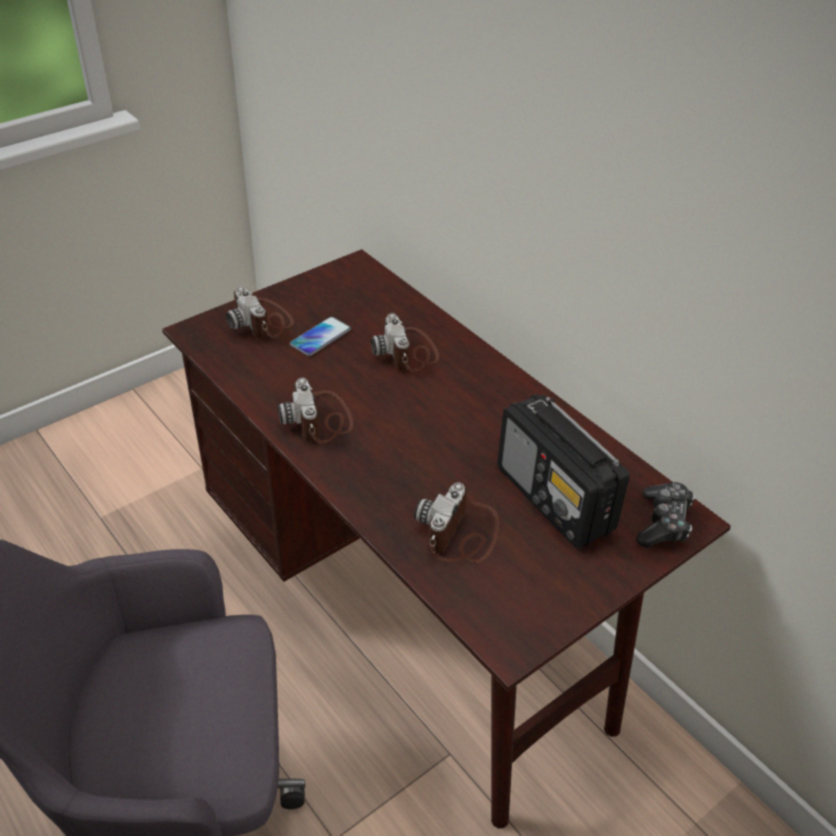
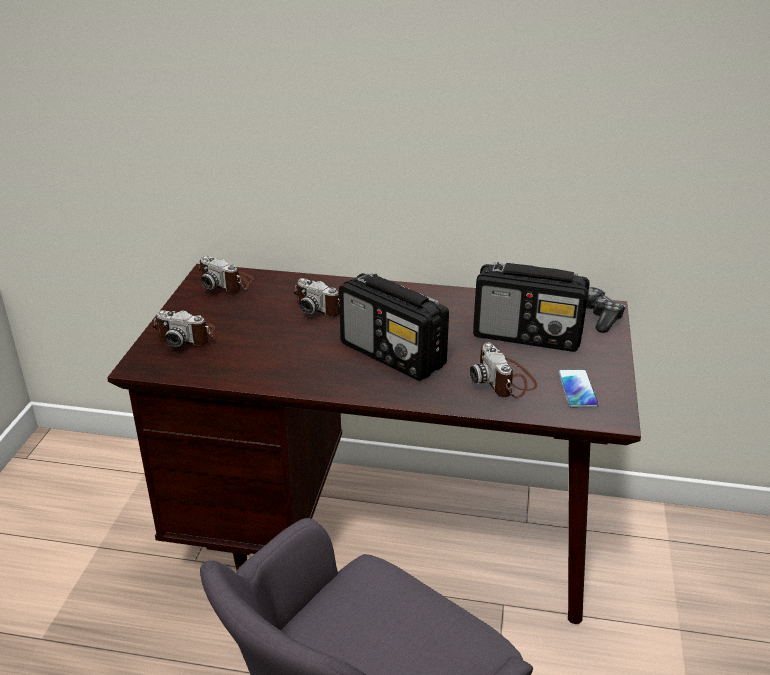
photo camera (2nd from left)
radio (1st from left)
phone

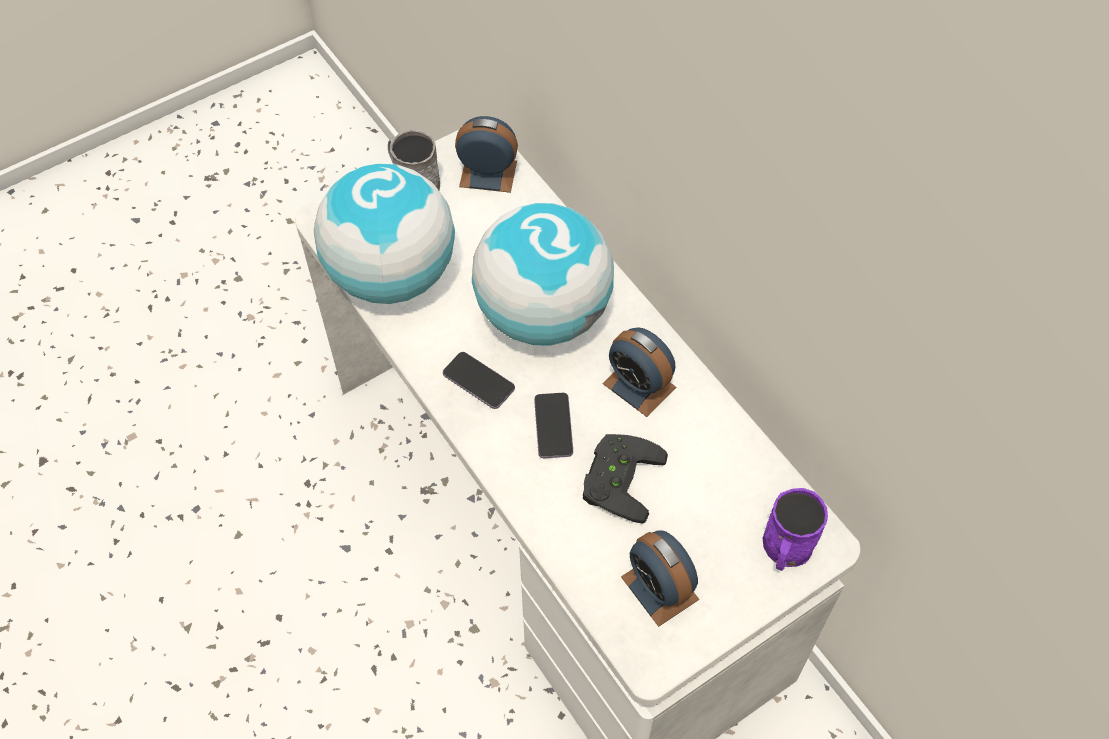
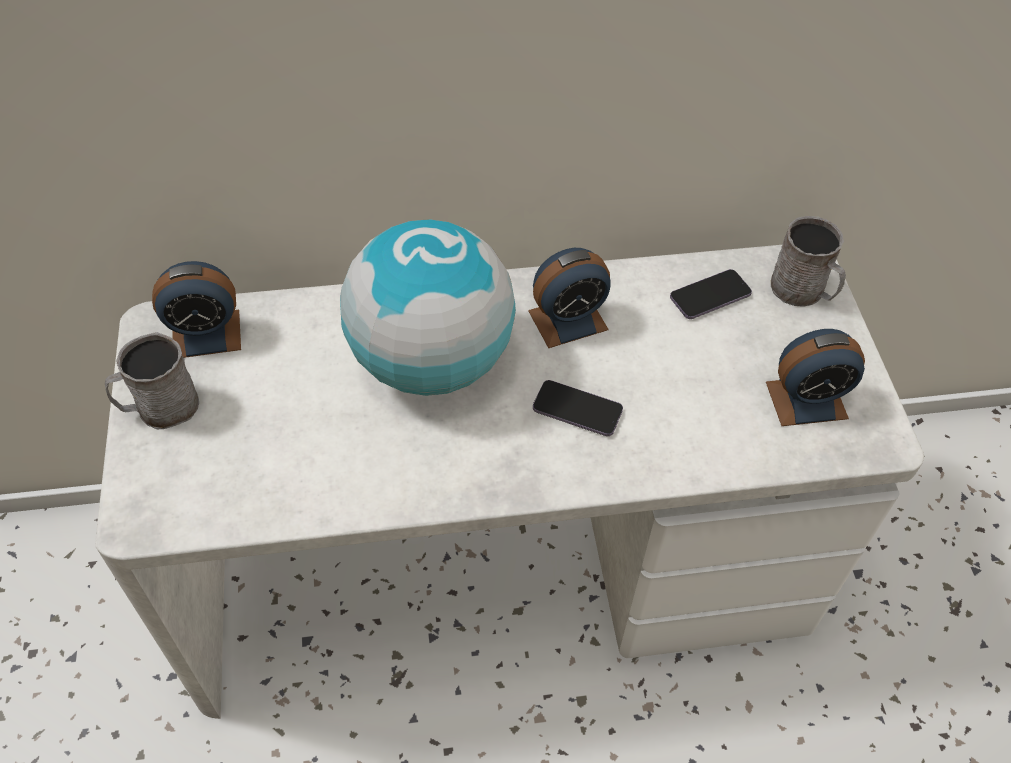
alarm clock (1st from left)
phone (2nd from left)
grey mug (2nd from left)
globe (1st from left in the first image)
black game controller

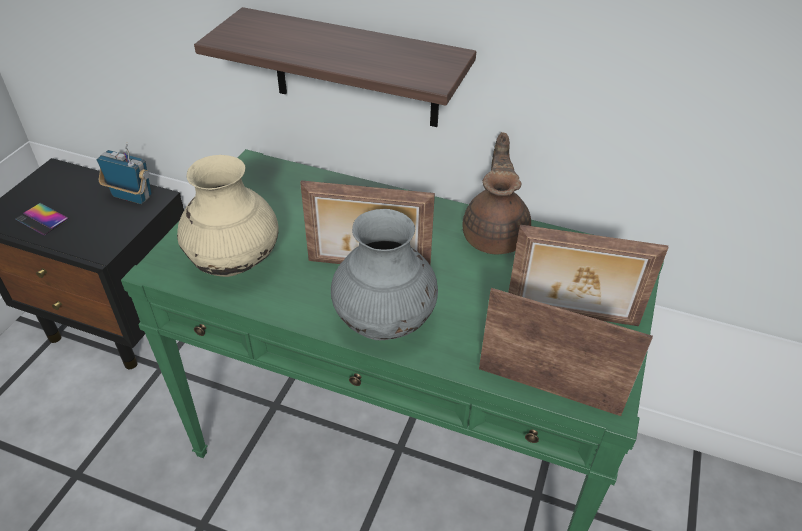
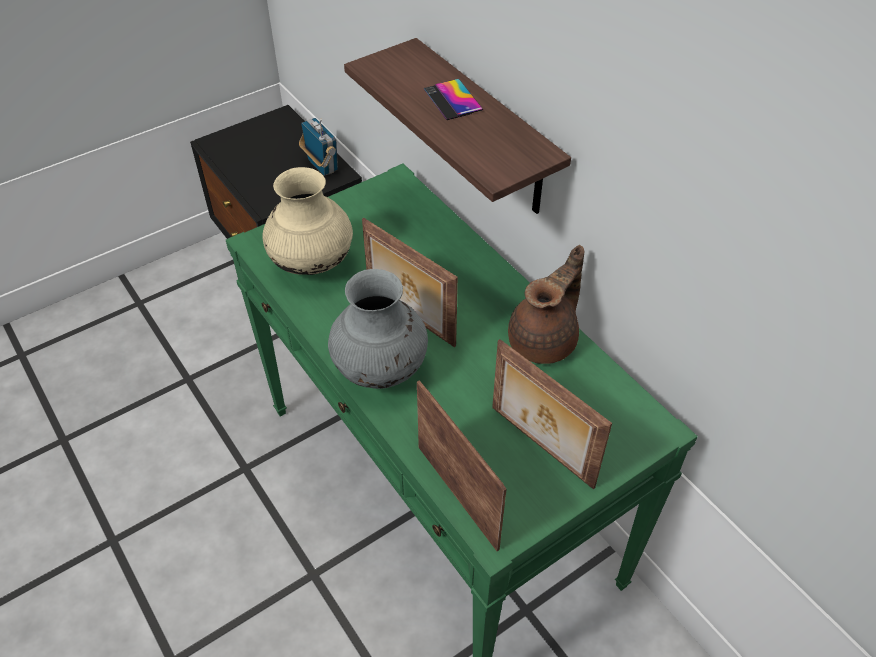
phone

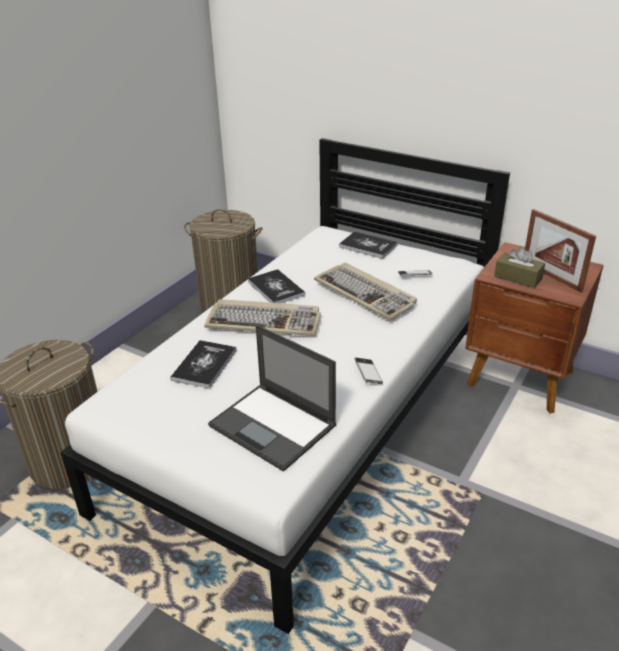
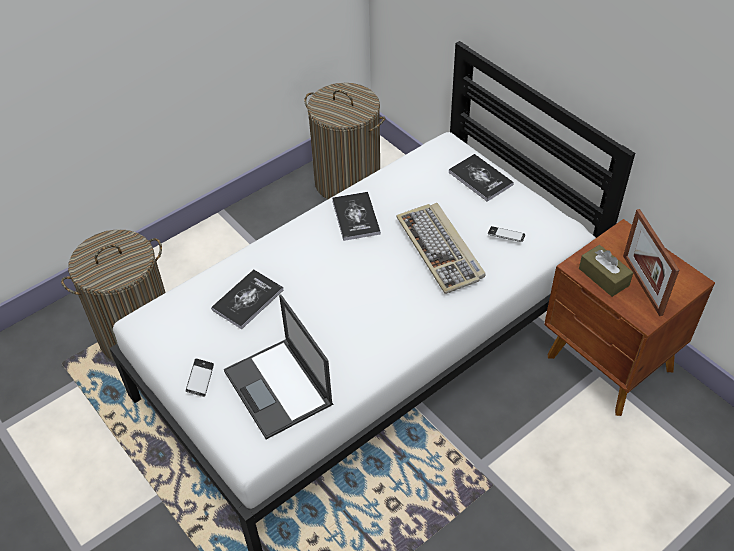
phone (1st from left)
keyboard (1st from left in the first image)

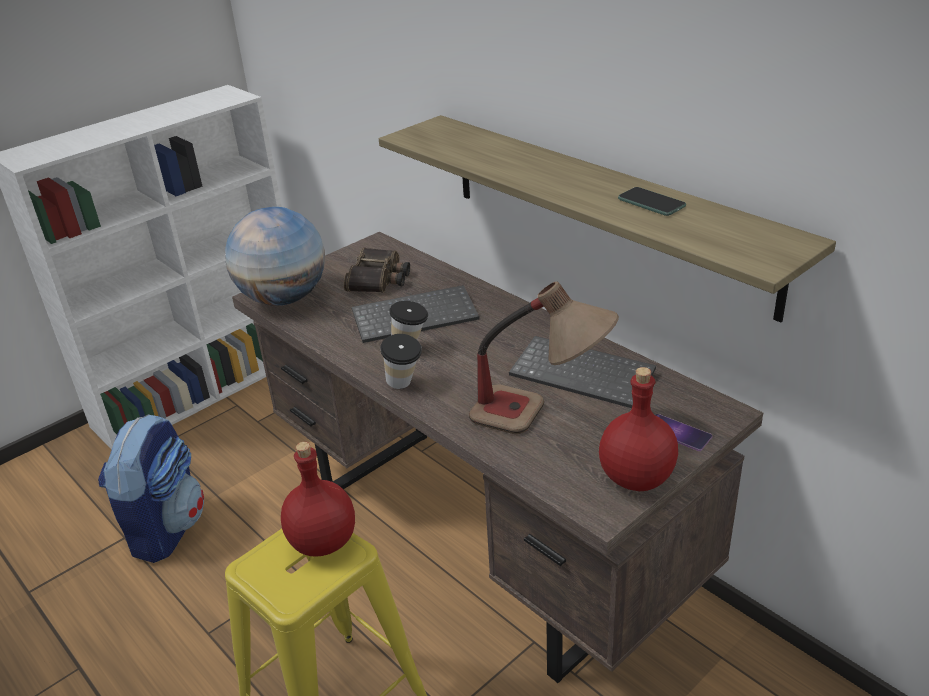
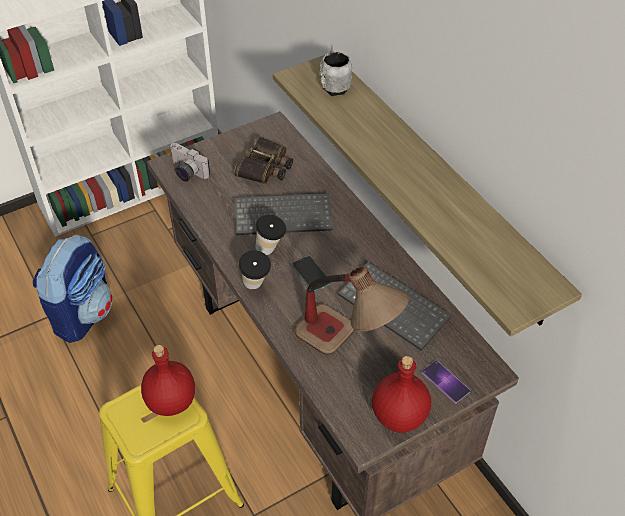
photo camera
phone (1st from left)
grey mug

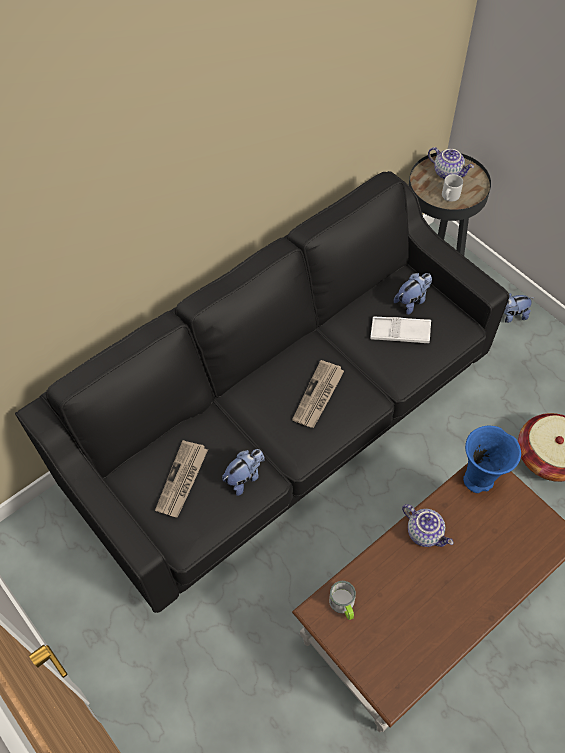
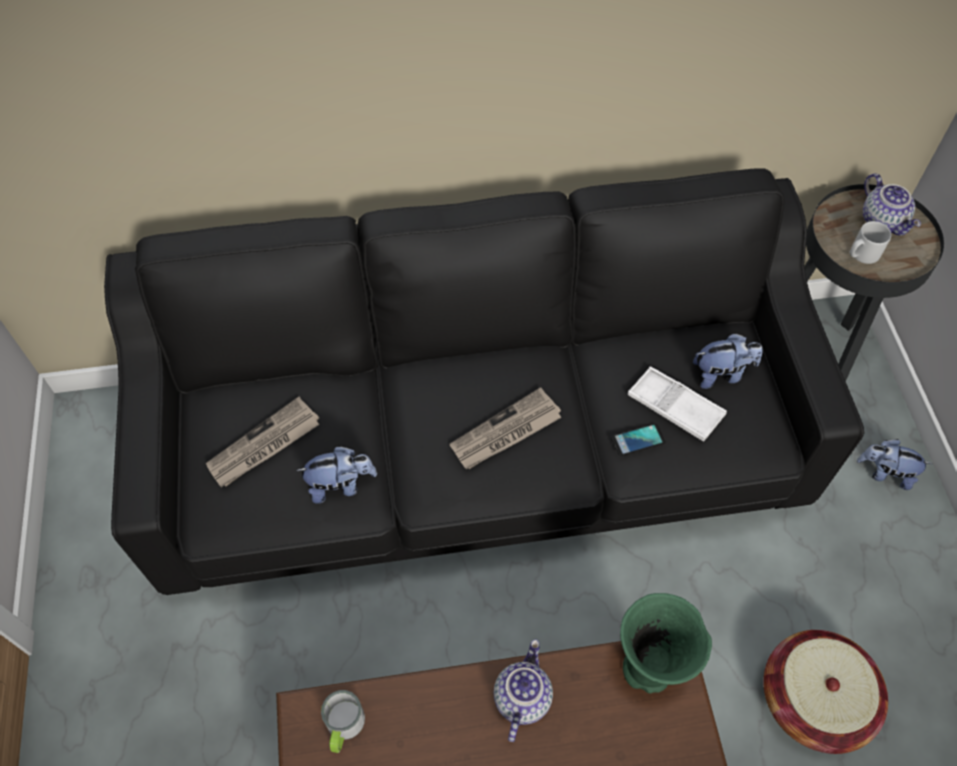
teapot (1st from left)
phone
green vase

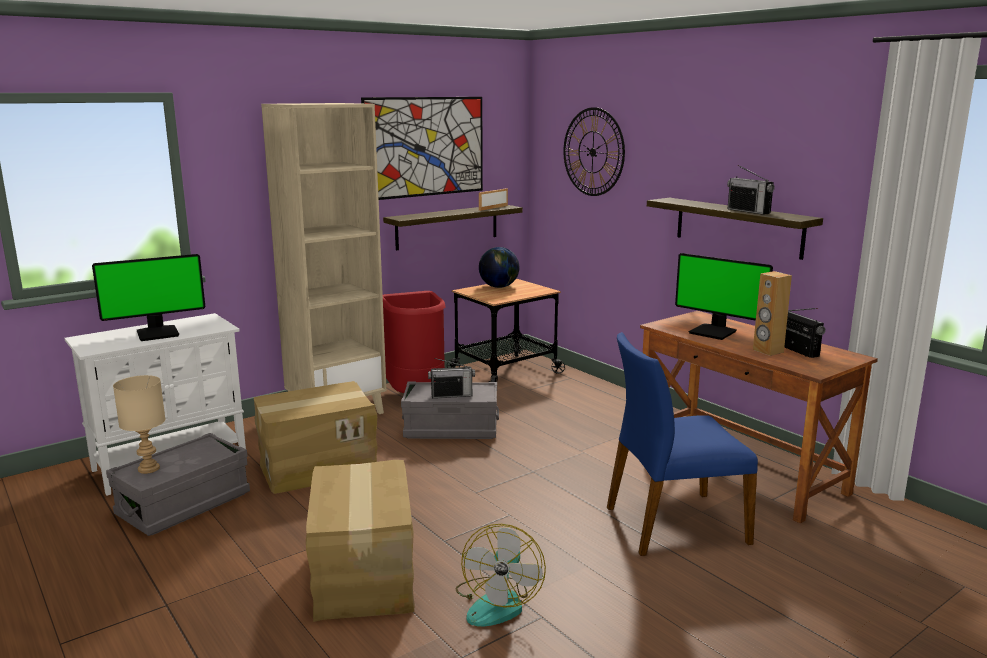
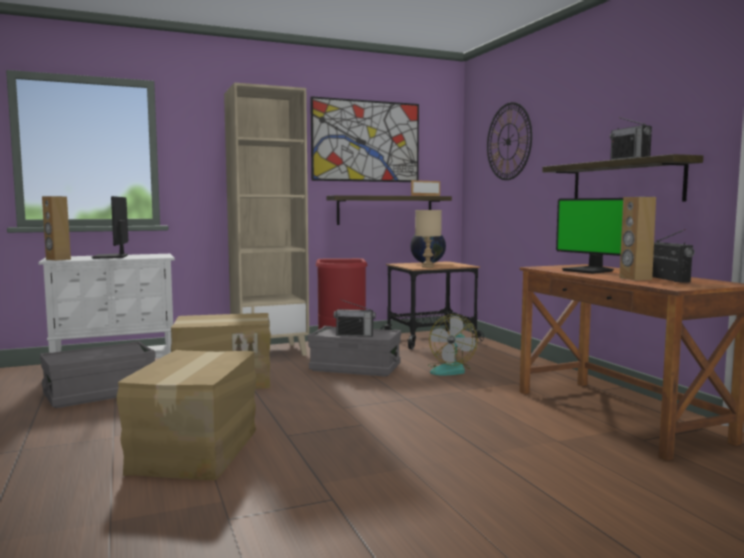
brown speaker (1st from left)
monitor (1st from left)
beige table lamp
fan
blue chair

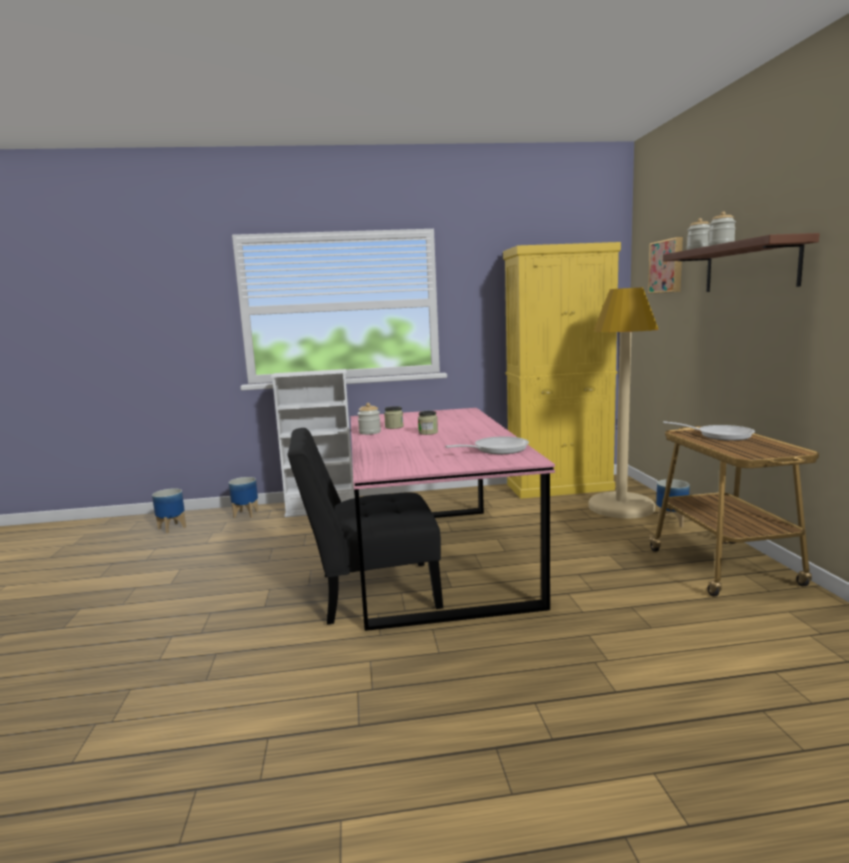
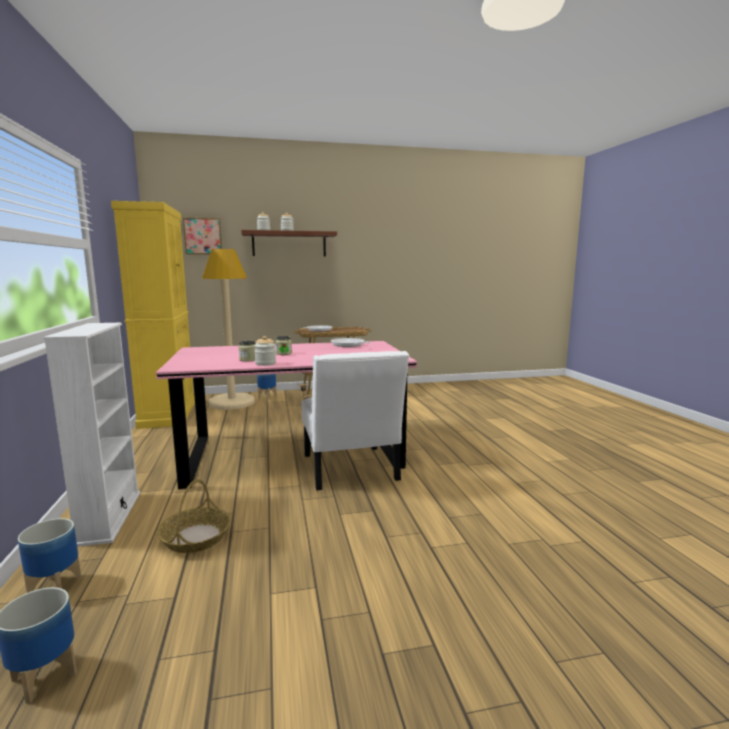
basket
white chair

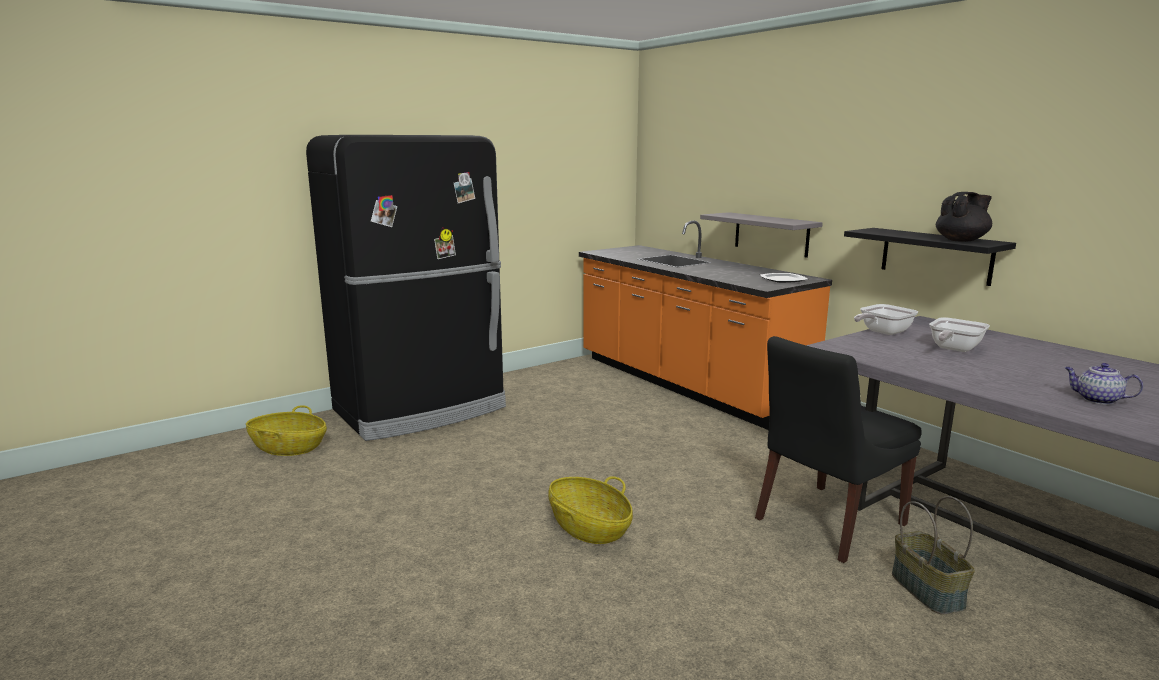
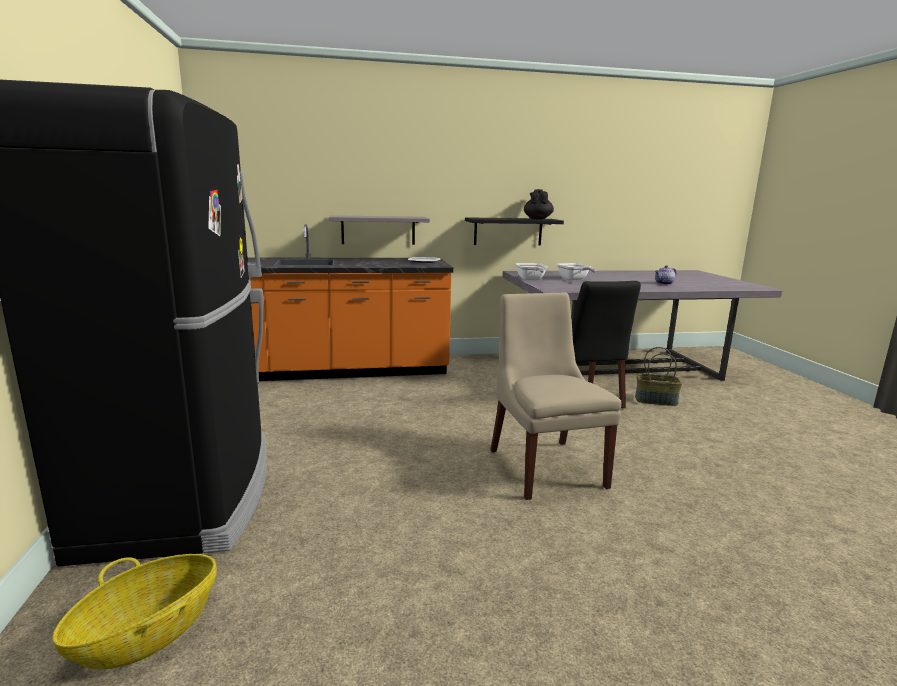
beige chair

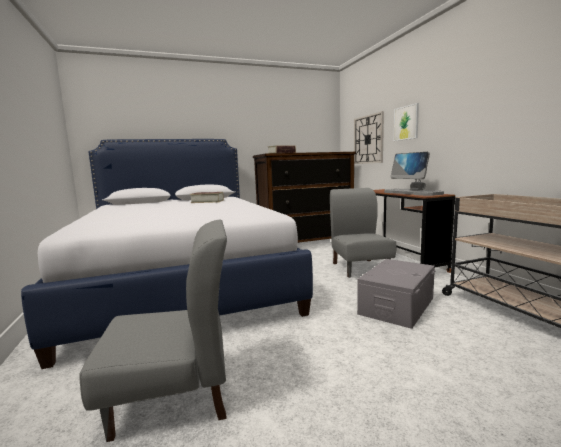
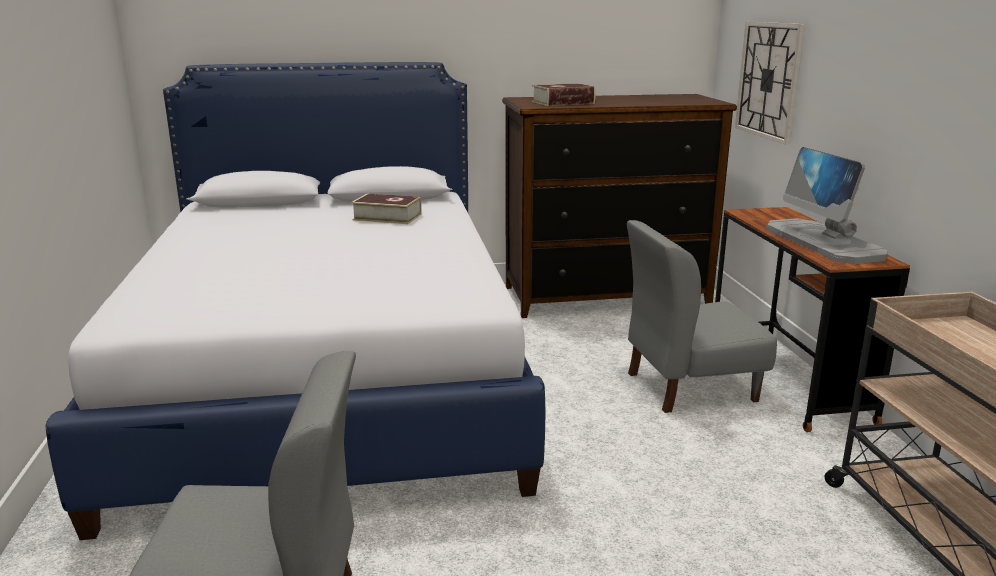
grey chair (2nd from left)
grey storage box
picture

